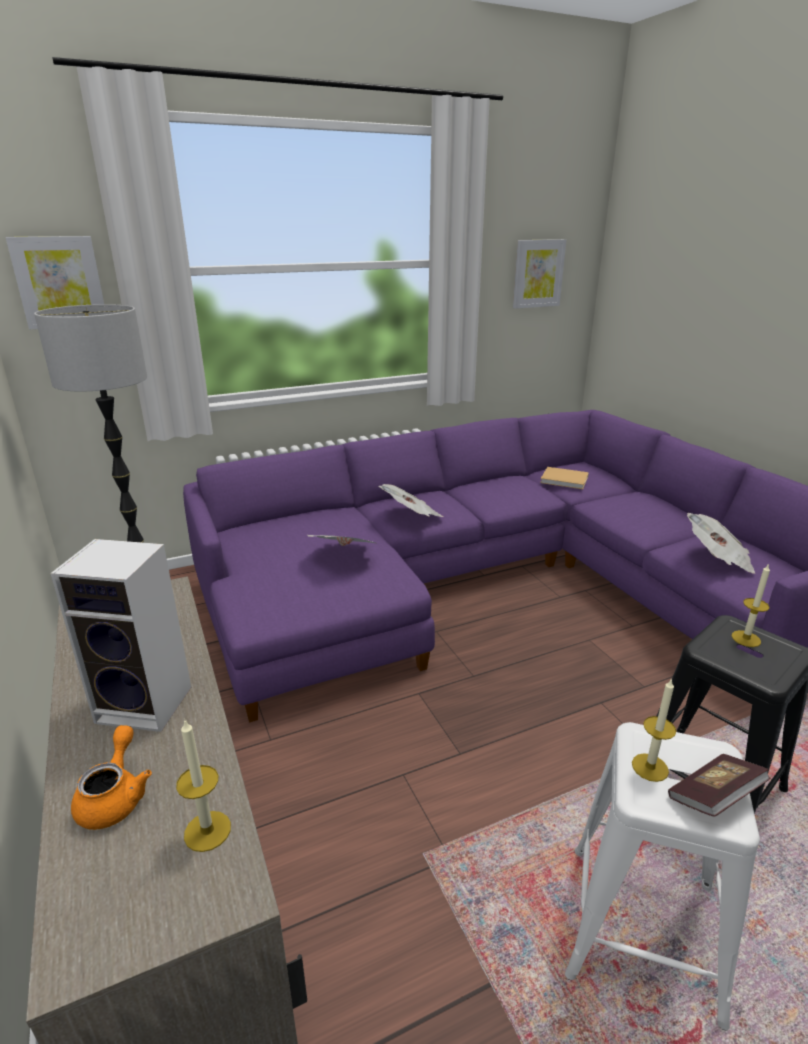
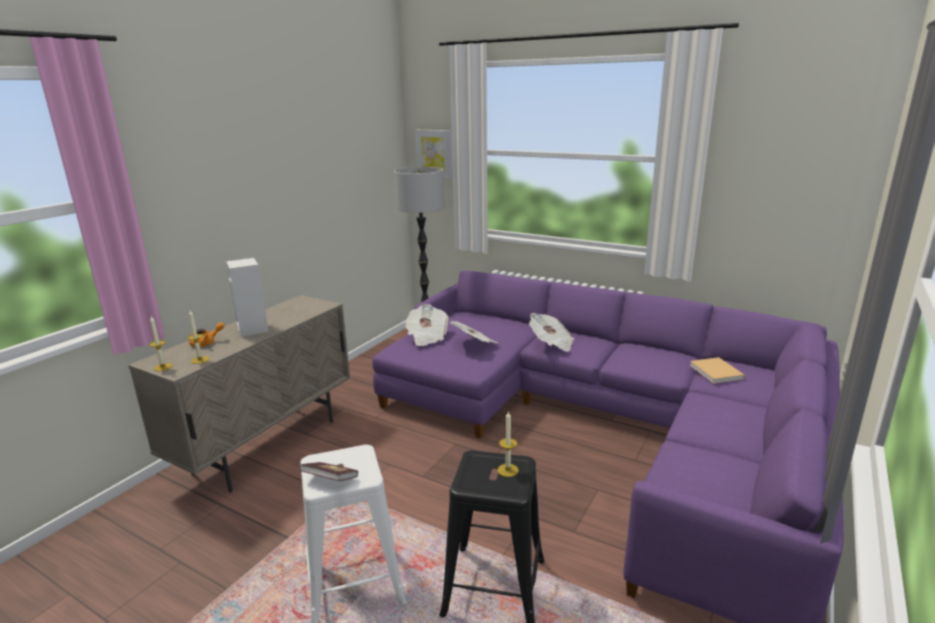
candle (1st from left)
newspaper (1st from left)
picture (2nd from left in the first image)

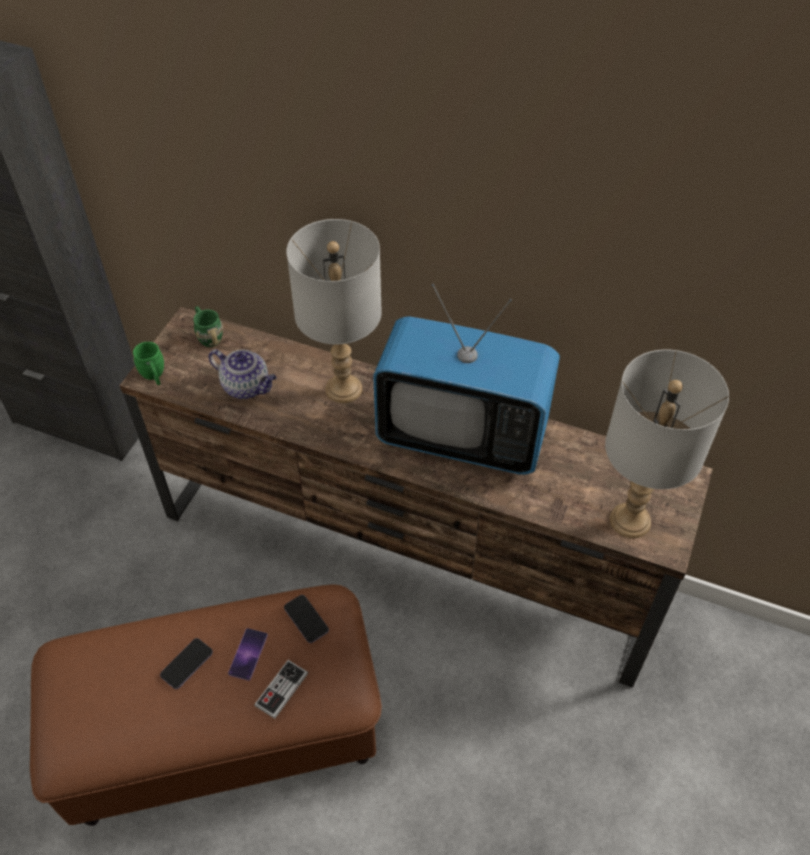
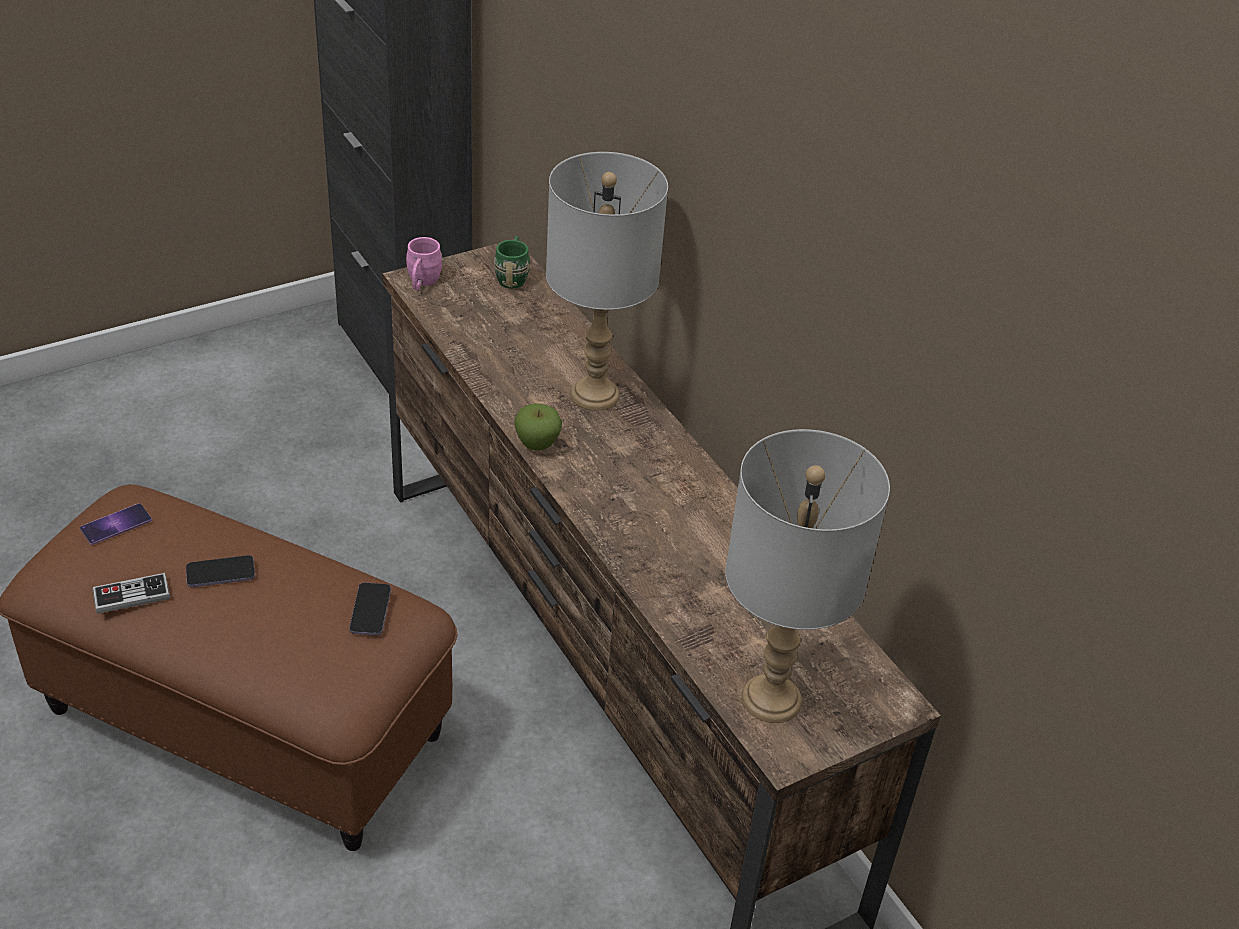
phone (1st from left)
game controller
pink mug
apple
teapot
television

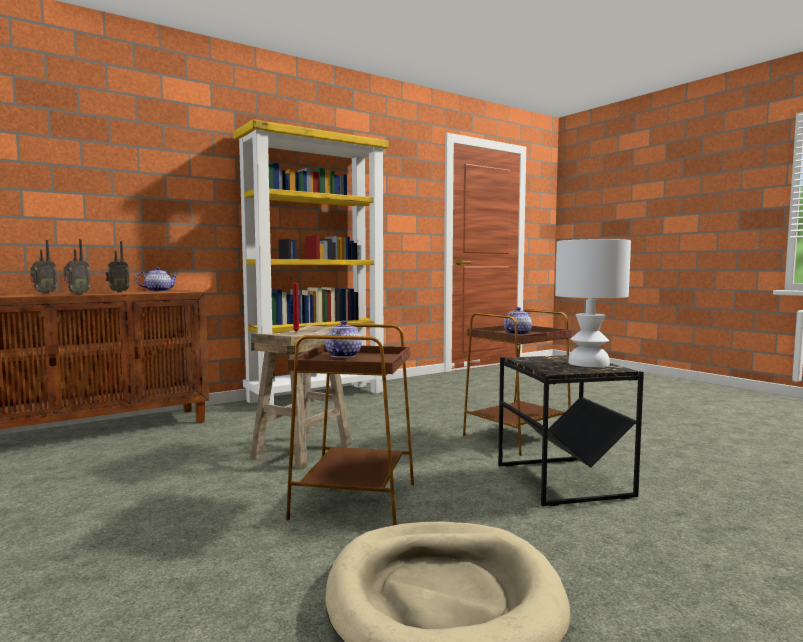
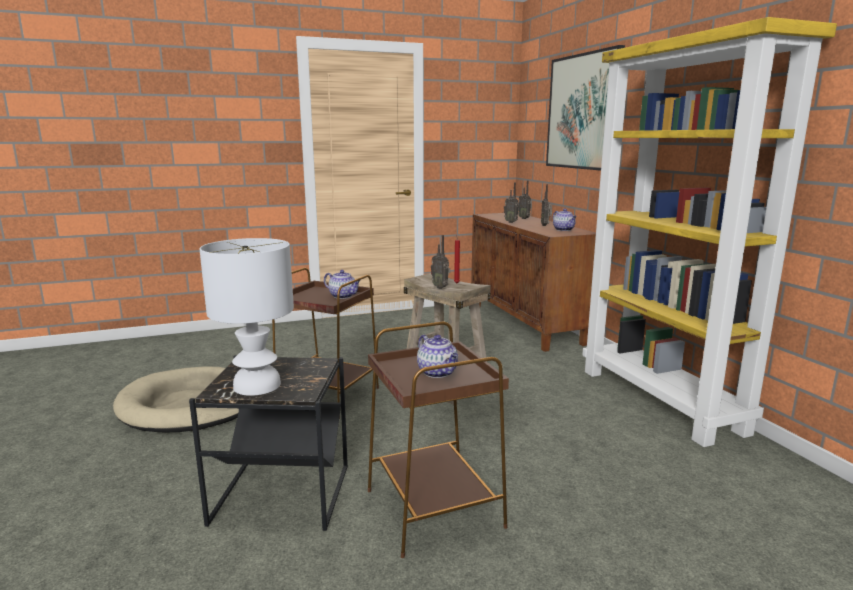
radio (1st from left)
picture

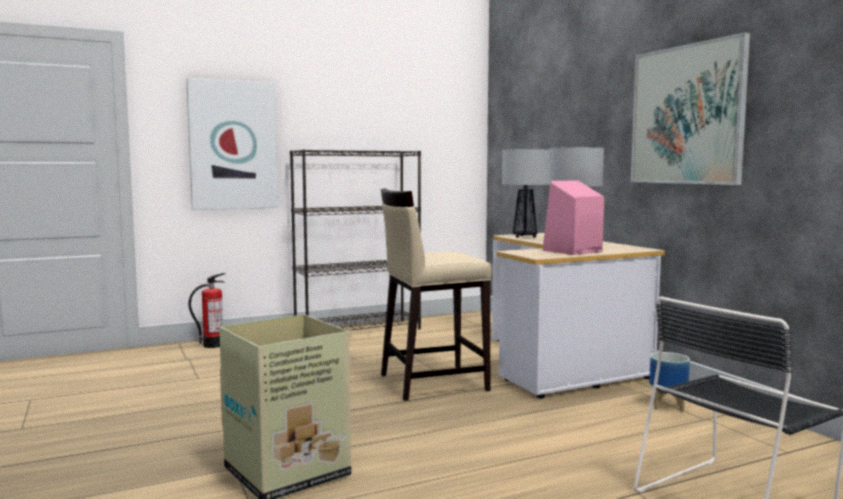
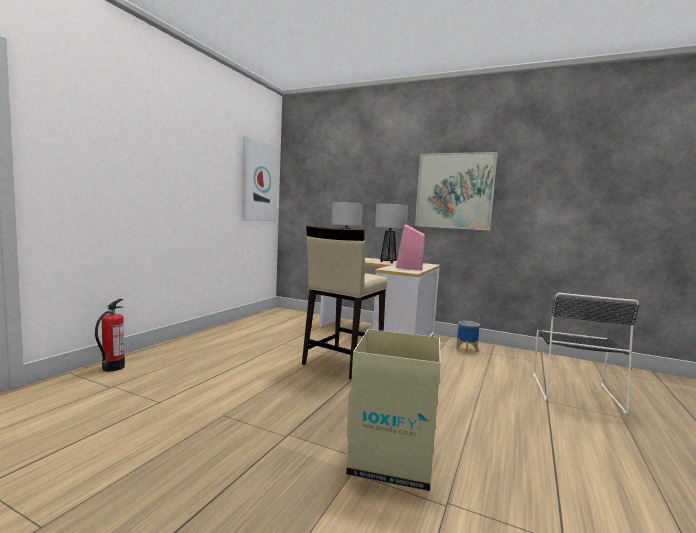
picture (1st from left)
black bookcase

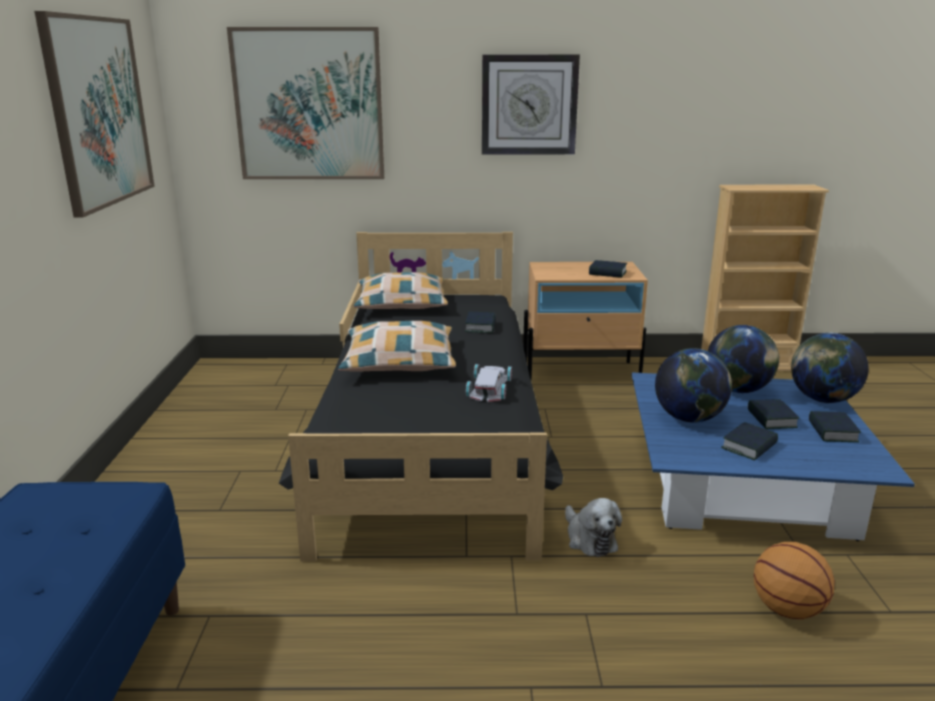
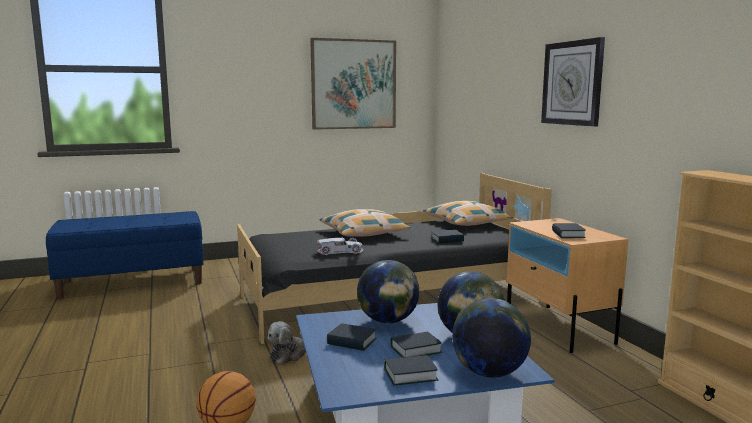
picture (2nd from left in the first image)

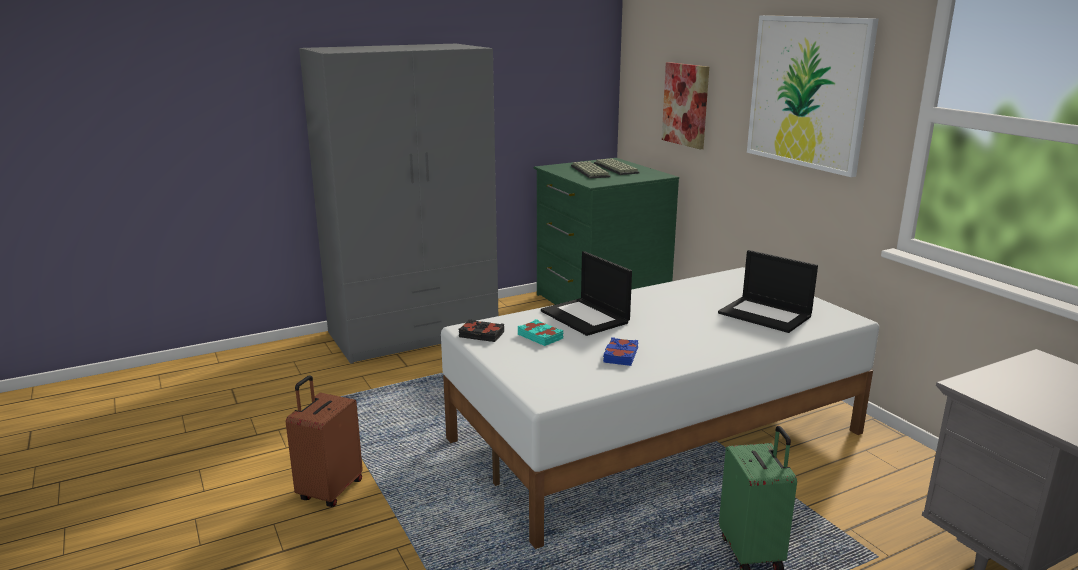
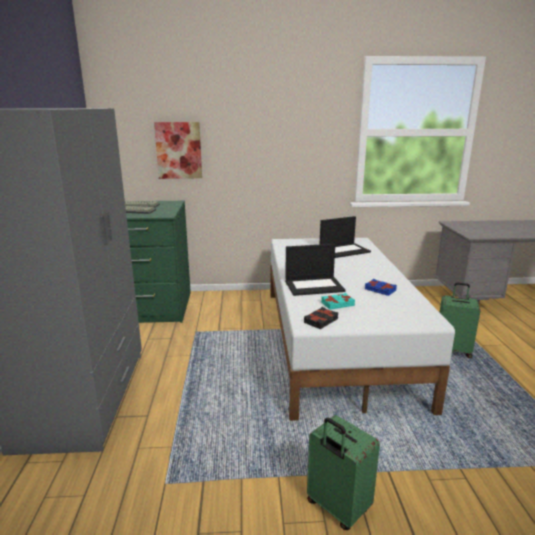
green suitcase (1st from left)
picture (2nd from left in the first image)

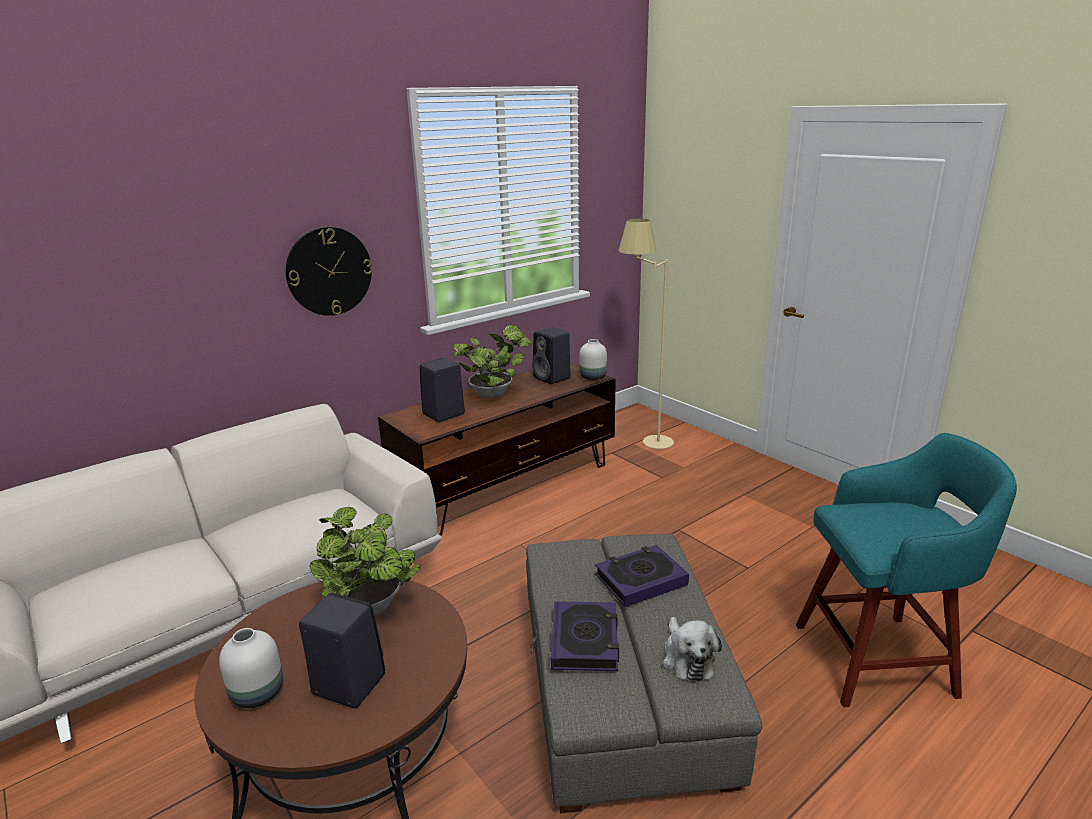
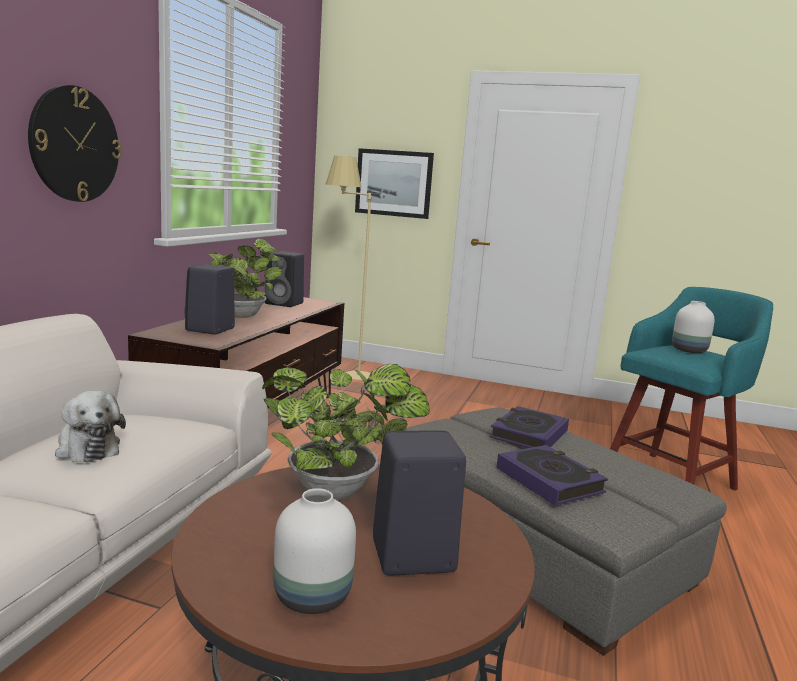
plush toy
picture
white vase (2nd from left)

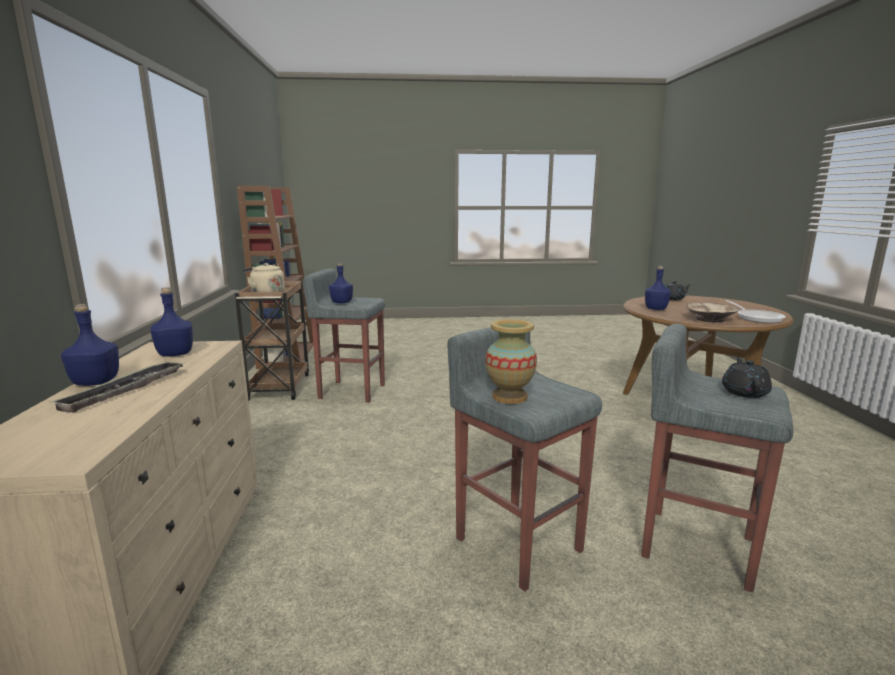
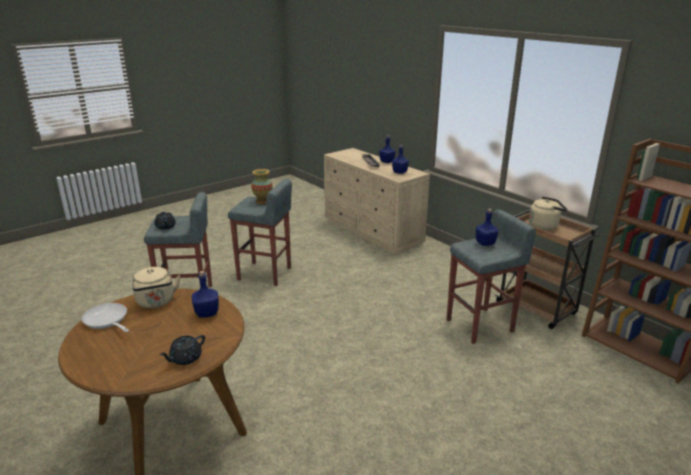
beige kettle (1st from left)

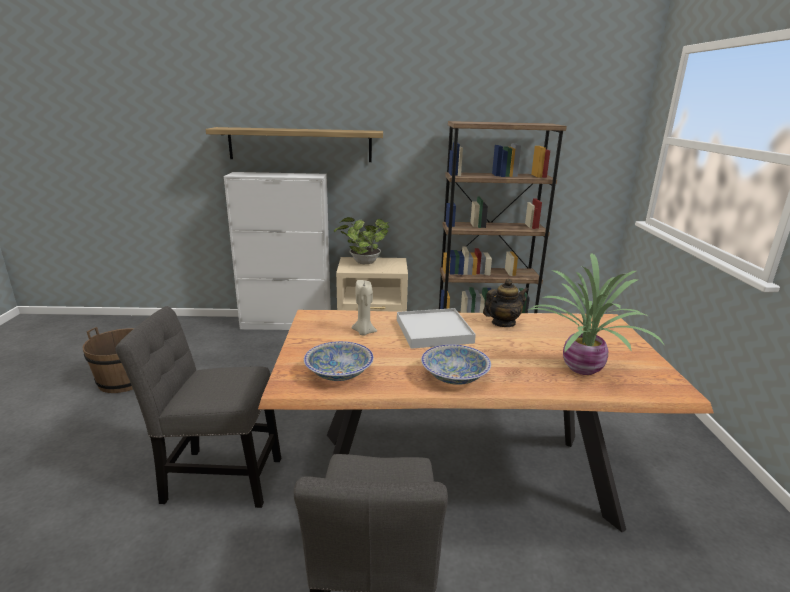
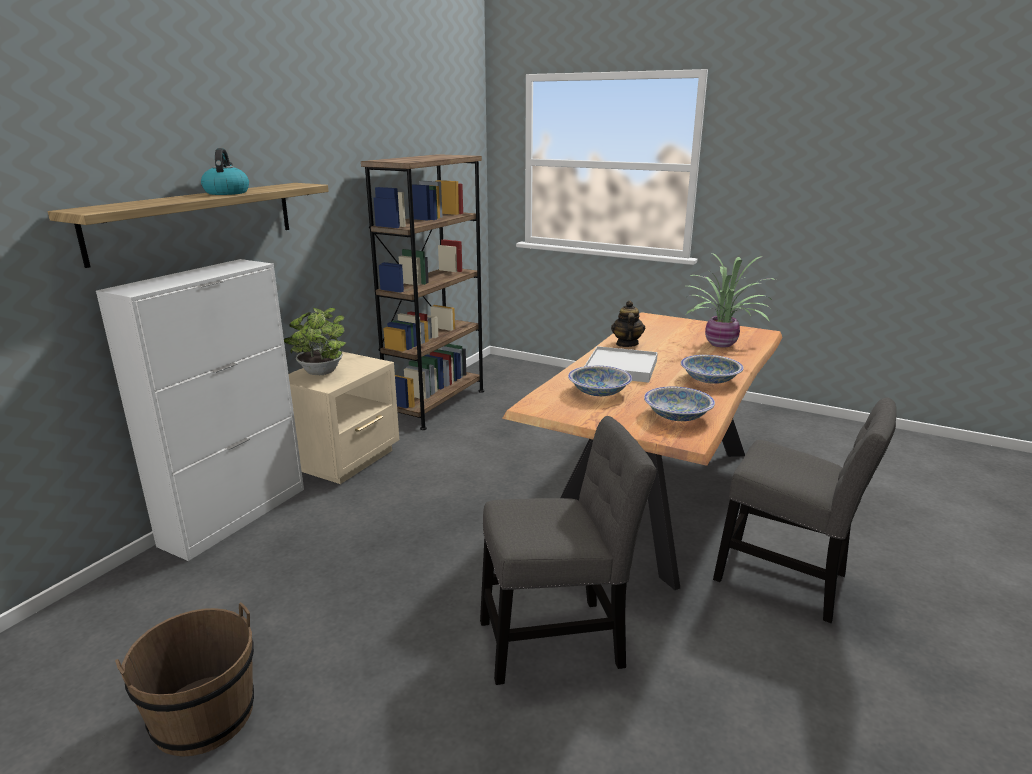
kettle
grey chair (1st from left)
bowl (1st from left)

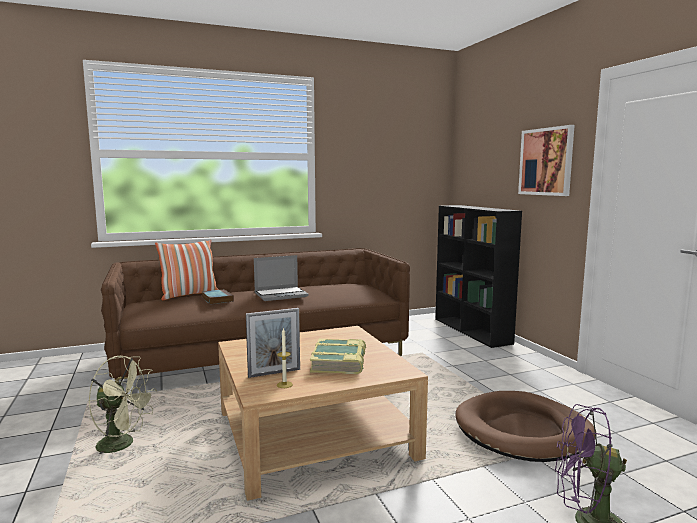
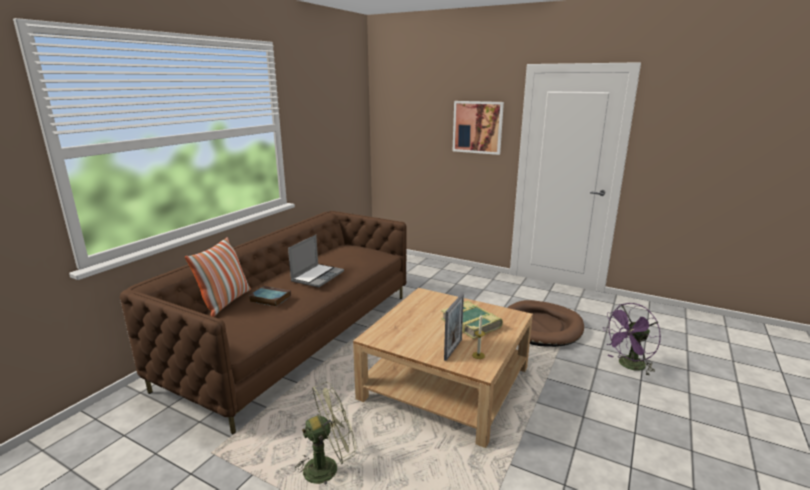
black bookcase

